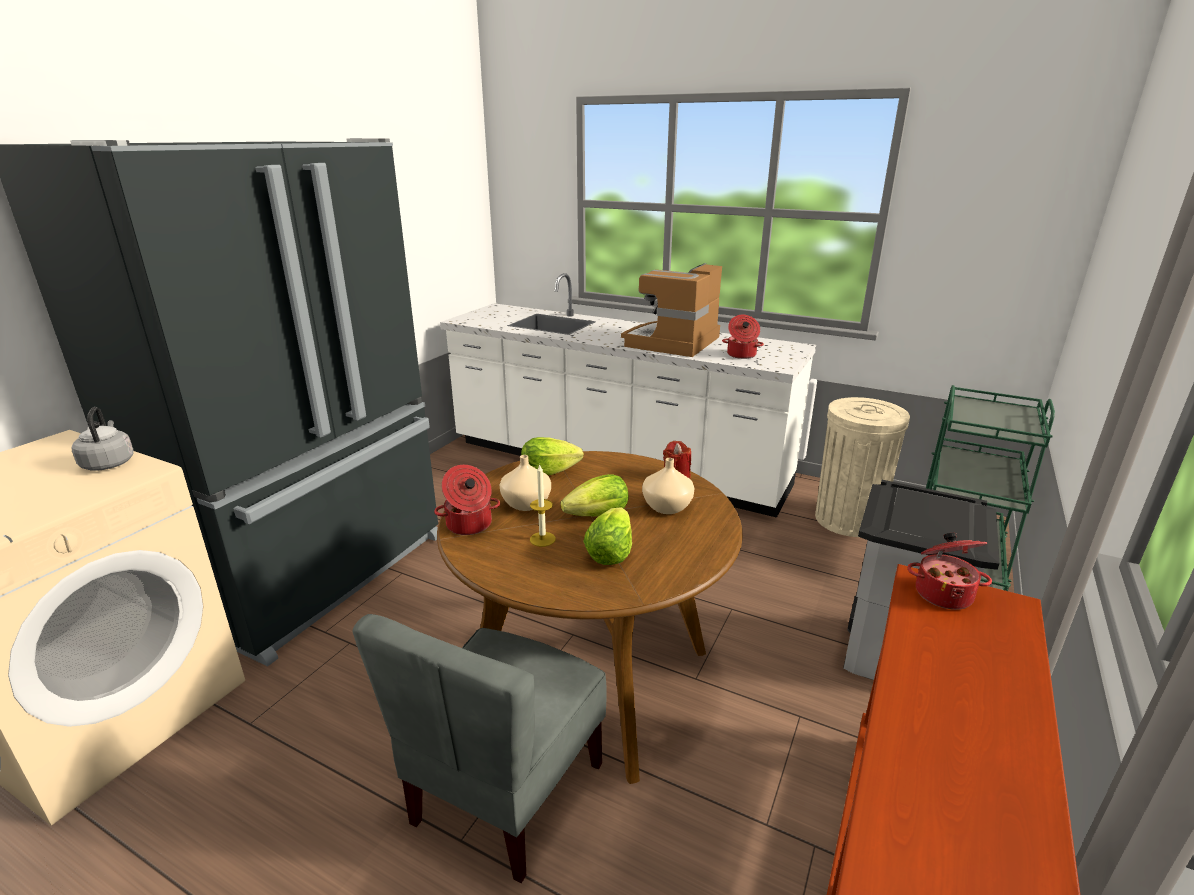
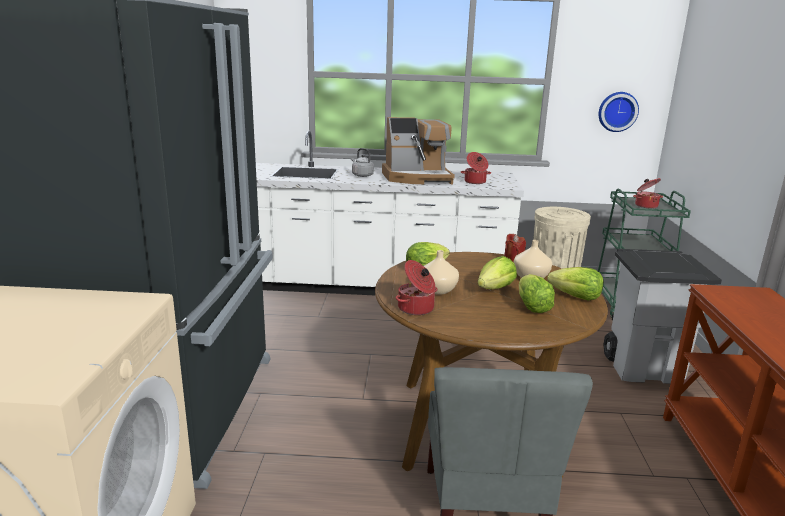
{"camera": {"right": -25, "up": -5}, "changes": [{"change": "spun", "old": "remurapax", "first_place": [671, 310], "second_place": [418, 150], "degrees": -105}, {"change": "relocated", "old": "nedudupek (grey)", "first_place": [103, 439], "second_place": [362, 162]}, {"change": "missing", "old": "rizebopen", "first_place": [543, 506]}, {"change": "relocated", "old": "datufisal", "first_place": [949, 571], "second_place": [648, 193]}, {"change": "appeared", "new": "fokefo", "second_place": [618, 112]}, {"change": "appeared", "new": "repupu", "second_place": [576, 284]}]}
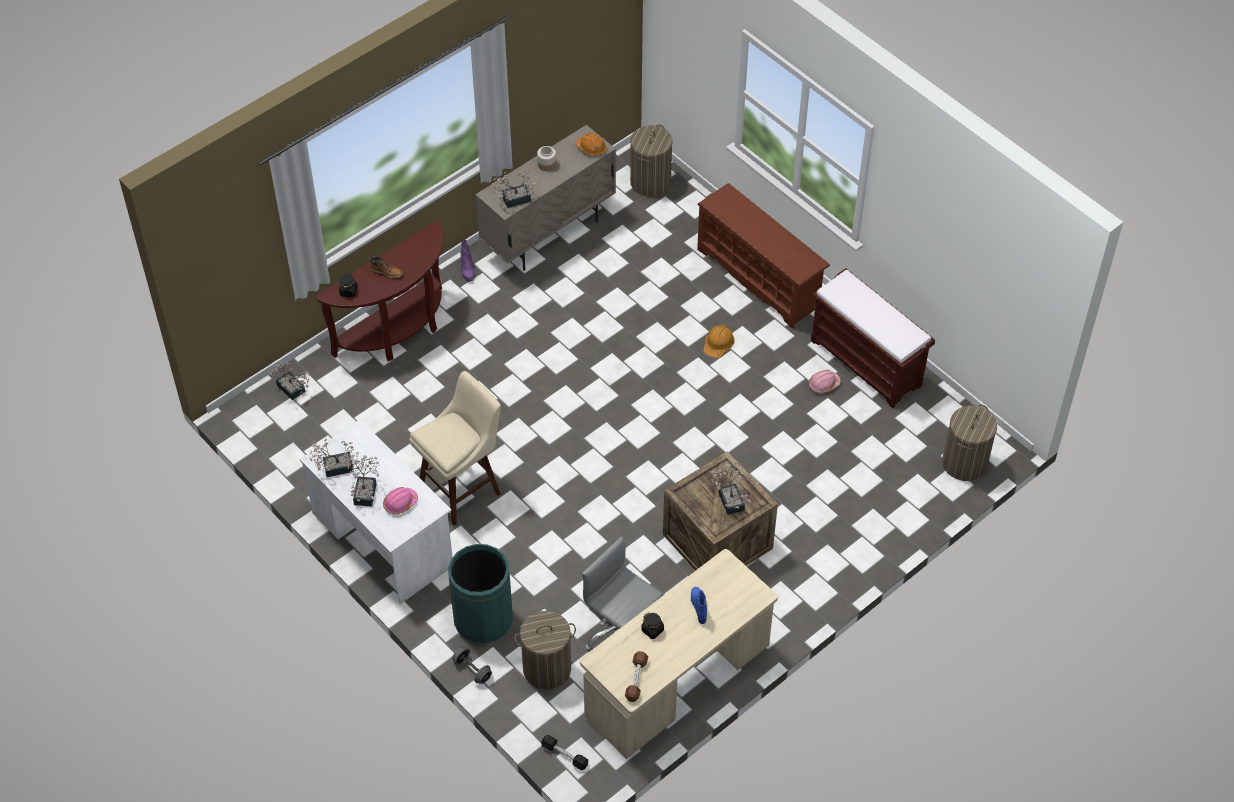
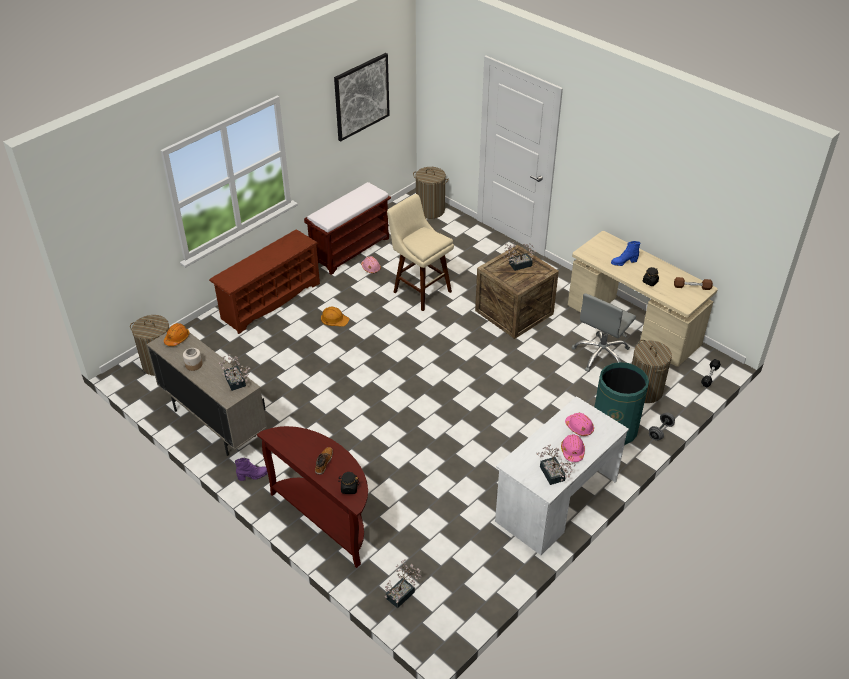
{"camera": {"right": -95, "up": -10}, "changes": [{"change": "relocated", "old": "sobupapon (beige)", "first_place": [455, 448], "second_place": [420, 252]}, {"change": "exchanged", "old": "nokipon", "new": "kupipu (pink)", "first_place": [363, 480], "second_place": [573, 448]}, {"change": "appeared", "new": "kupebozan", "second_place": [362, 97]}]}
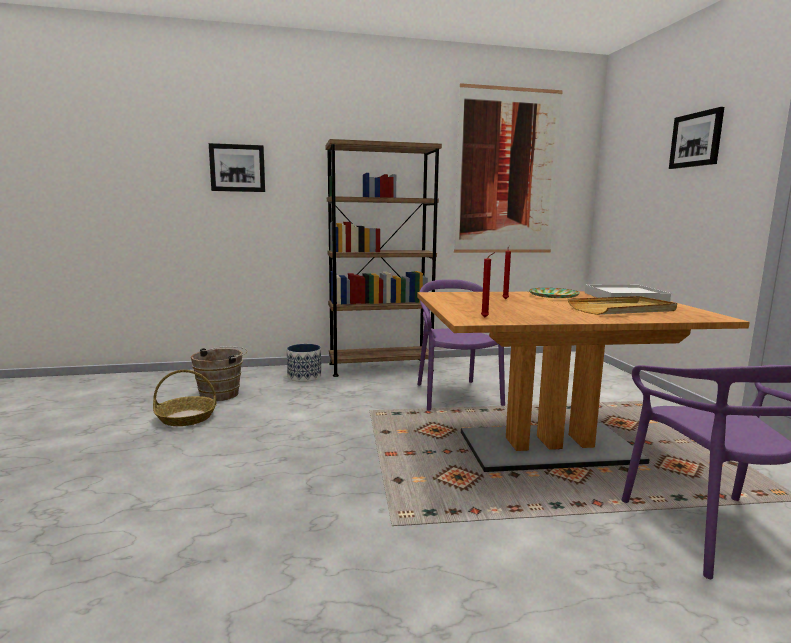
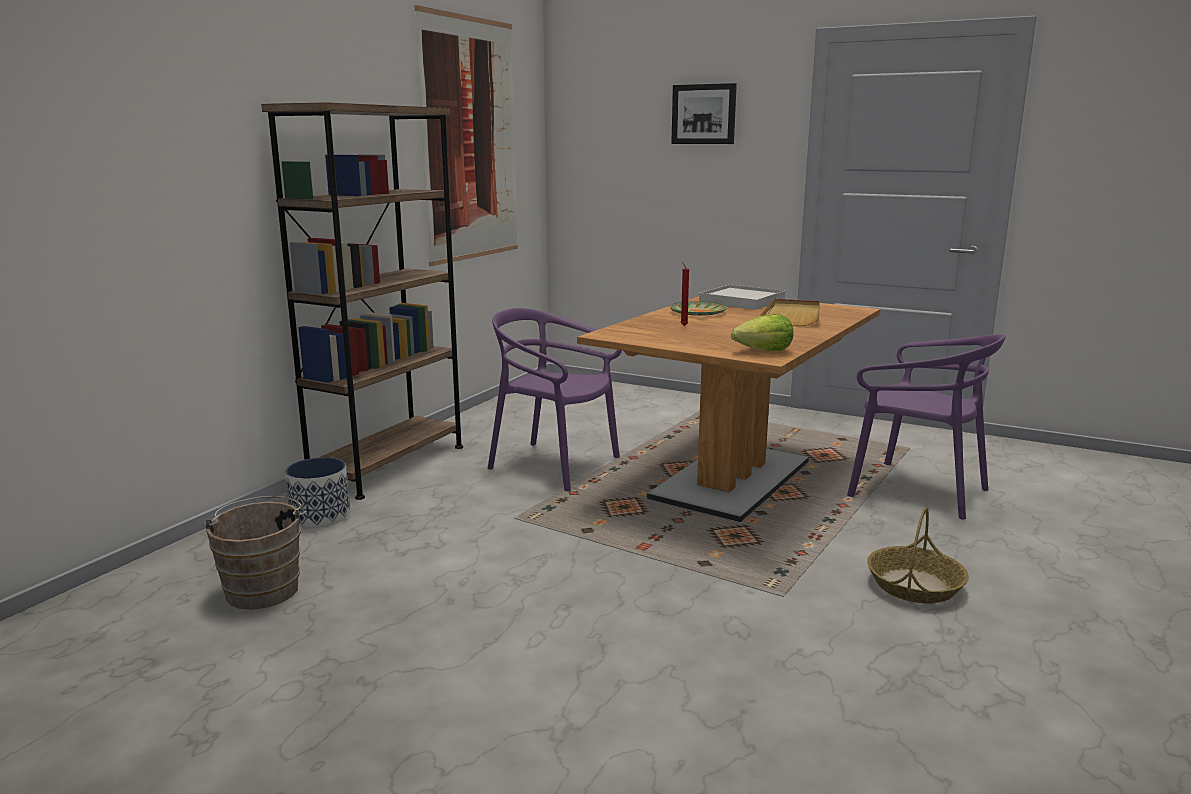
{"camera": {"right": -50, "up": 5}, "changes": [{"change": "missing", "old": "kupebozan", "first_place": [237, 167]}, {"change": "exchanged", "old": "rizebopen (red)", "new": "repupu", "first_place": [487, 285], "second_place": [762, 332]}, {"change": "relocated", "old": "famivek", "first_place": [185, 398], "second_place": [918, 555]}]}
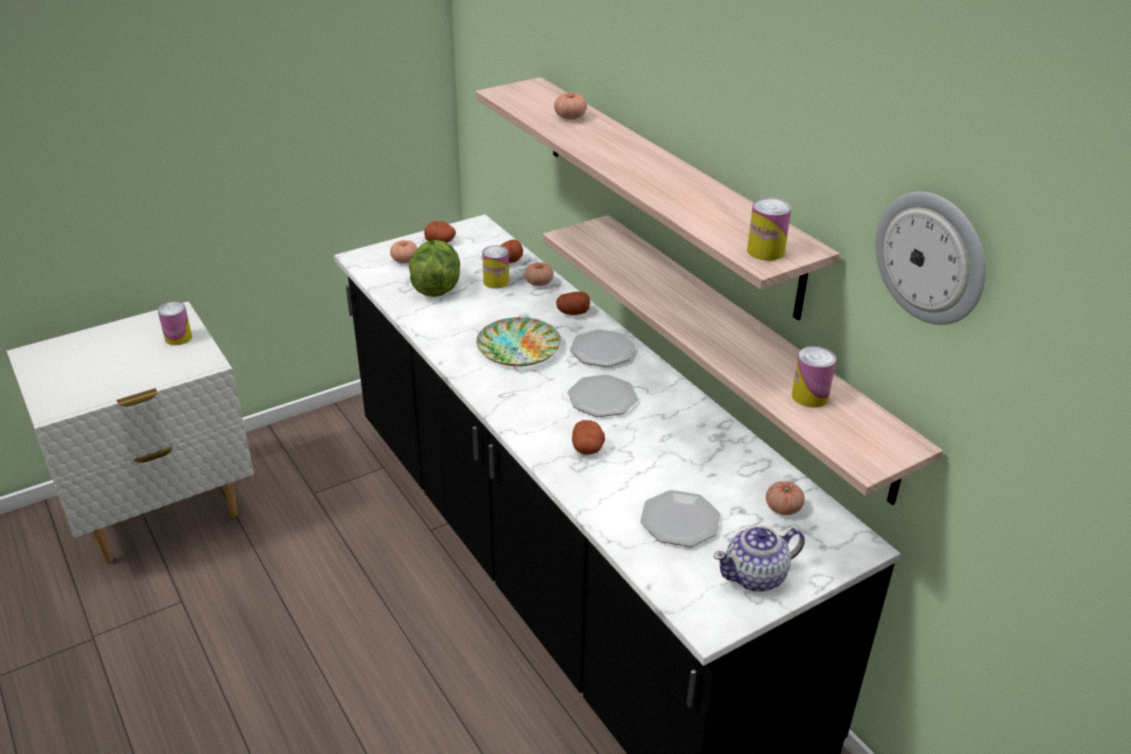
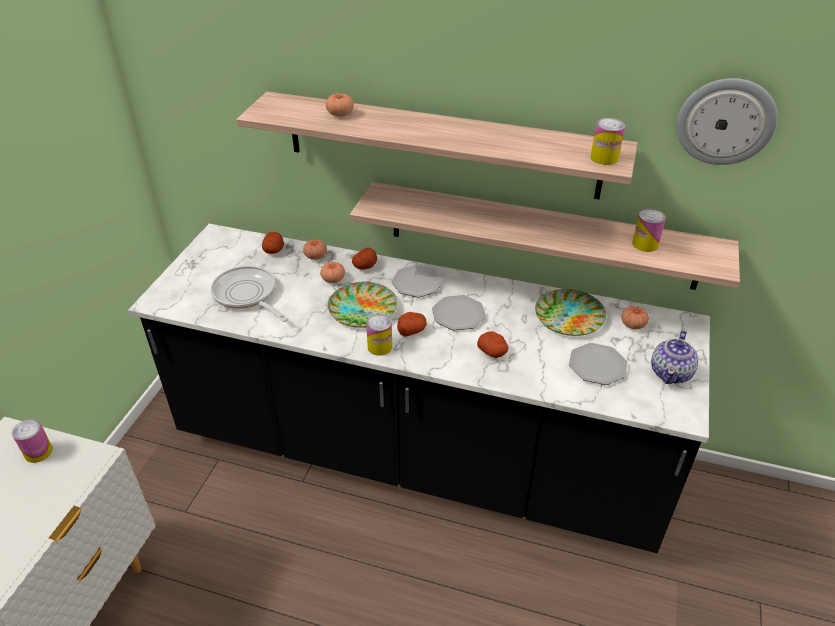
{"camera": {"right": -40, "up": 5}, "changes": [{"change": "relocated", "old": "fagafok", "first_place": [440, 232], "second_place": [411, 324]}, {"change": "relocated", "old": "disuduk", "first_place": [404, 251], "second_place": [332, 272]}, {"change": "exchanged", "old": "repupu", "new": "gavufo", "first_place": [434, 268], "second_place": [249, 294]}, {"change": "relocated", "old": "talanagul", "first_place": [495, 267], "second_place": [379, 335]}, {"change": "appeared", "new": "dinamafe", "second_place": [570, 312]}]}
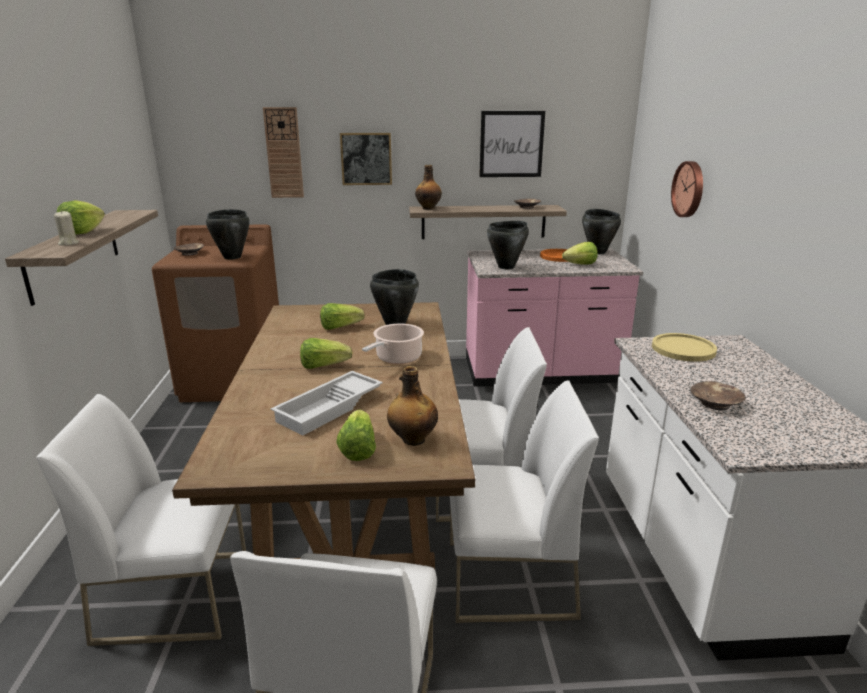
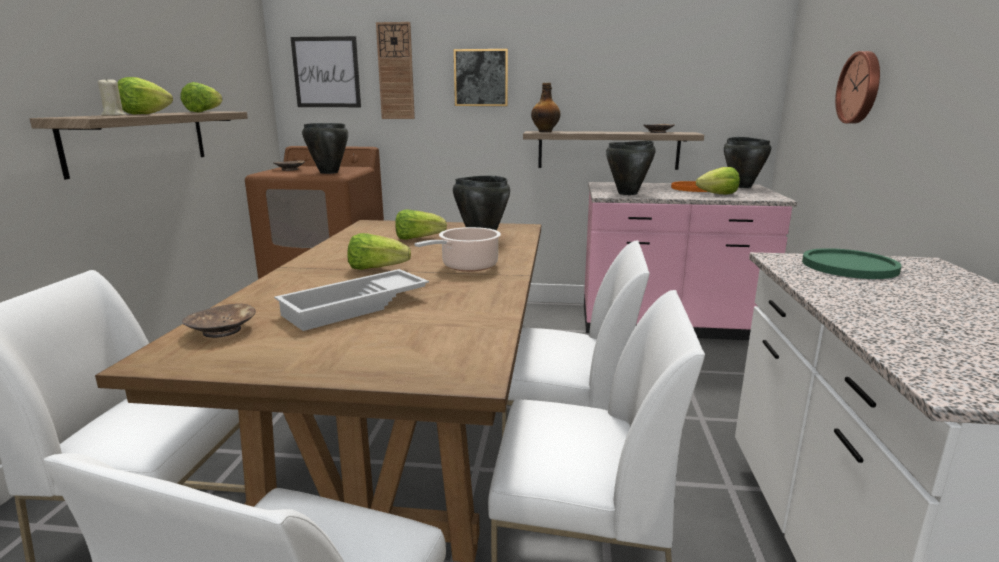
{"camera": {"right": 10, "up": -5}, "changes": [{"change": "relocated", "old": "kupebozan", "first_place": [512, 144], "second_place": [326, 71]}, {"change": "colour", "old": "dinamafe (yellow)", "new": "dinamafe (green)", "first_place": [684, 347], "second_place": [852, 263]}, {"change": "missing", "old": "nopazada", "first_place": [412, 406]}, {"change": "relocated", "old": "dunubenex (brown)", "first_place": [718, 395], "second_place": [219, 321]}, {"change": "relocated", "old": "repupu", "first_place": [356, 435], "second_place": [202, 97]}]}
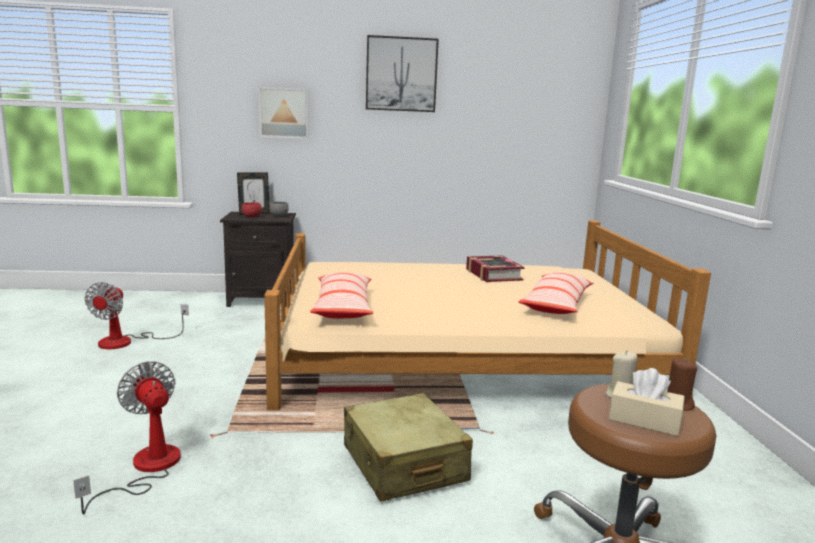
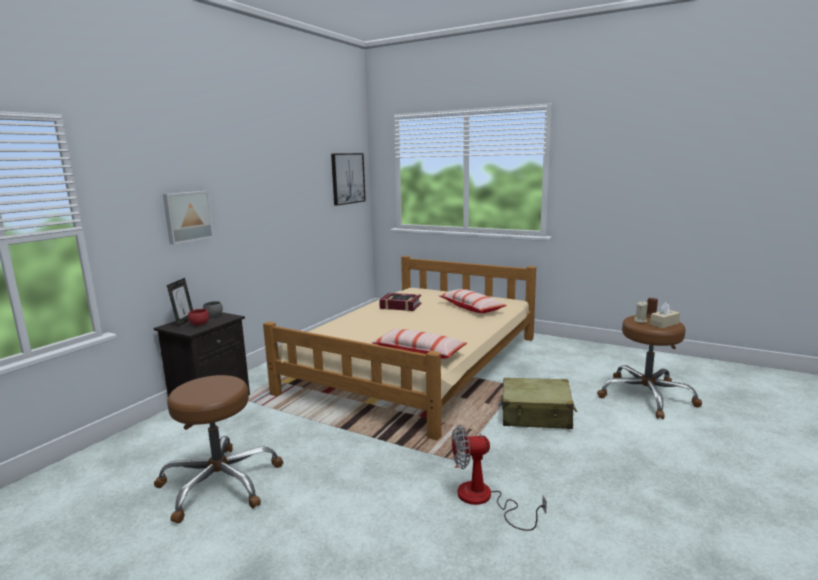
{"camera": {"right": -55, "up": 0}, "changes": [{"change": "relocated", "old": "kupebozan", "first_place": [402, 73], "second_place": [348, 179]}, {"change": "exchanged", "old": "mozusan", "new": "sobupapon (brown)", "first_place": [137, 315], "second_place": [218, 449]}]}
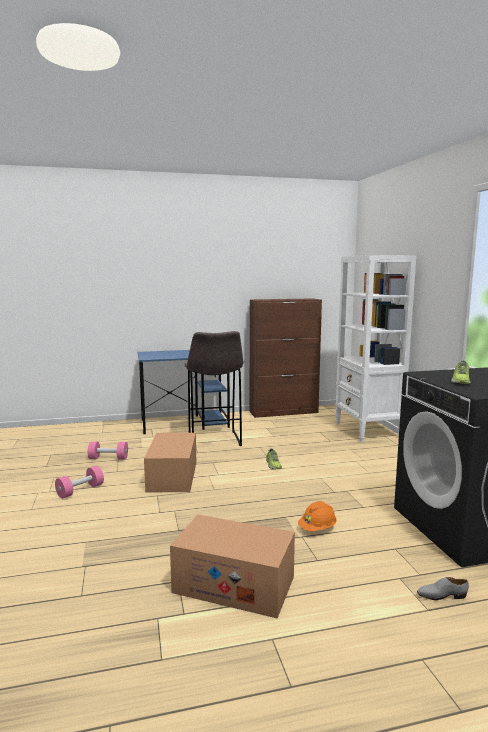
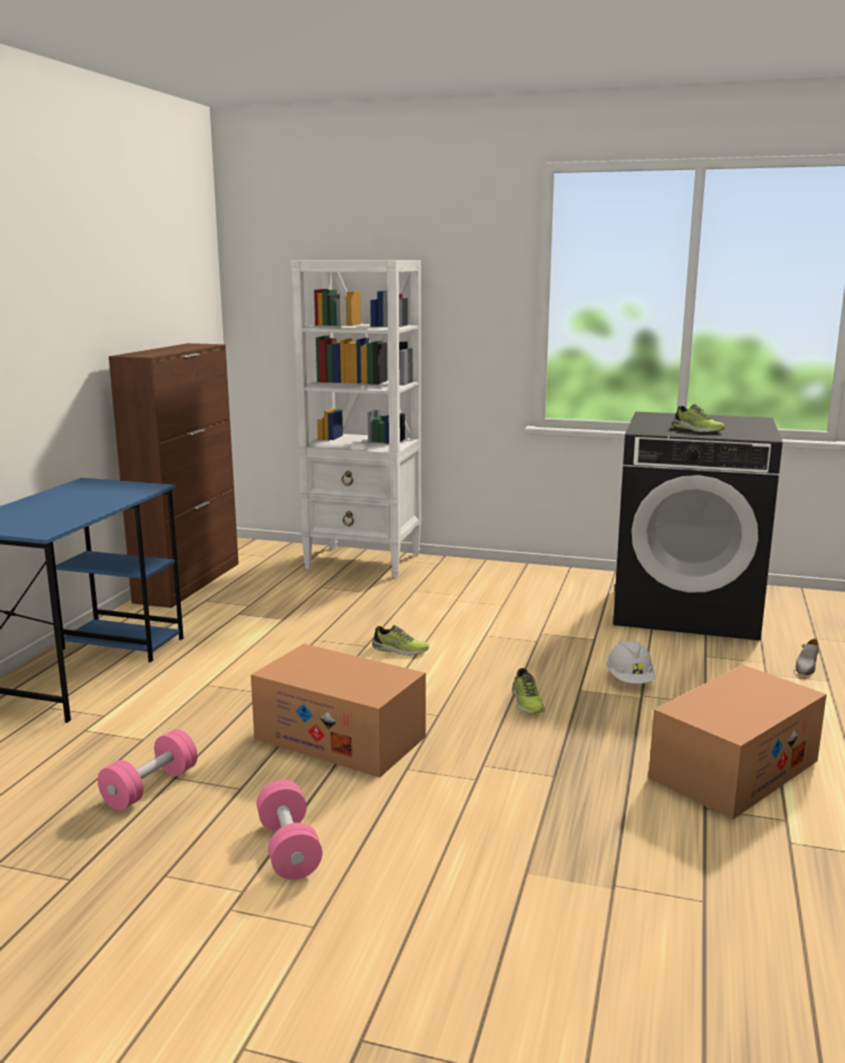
{"camera": {"right": -60, "up": 5}, "changes": [{"change": "missing", "old": "sobupapon (grey)", "first_place": [214, 388]}, {"change": "colour", "old": "kupipu (orange)", "new": "kupipu (white)", "first_place": [317, 516], "second_place": [630, 662]}, {"change": "appeared", "new": "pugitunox", "second_place": [528, 690]}]}
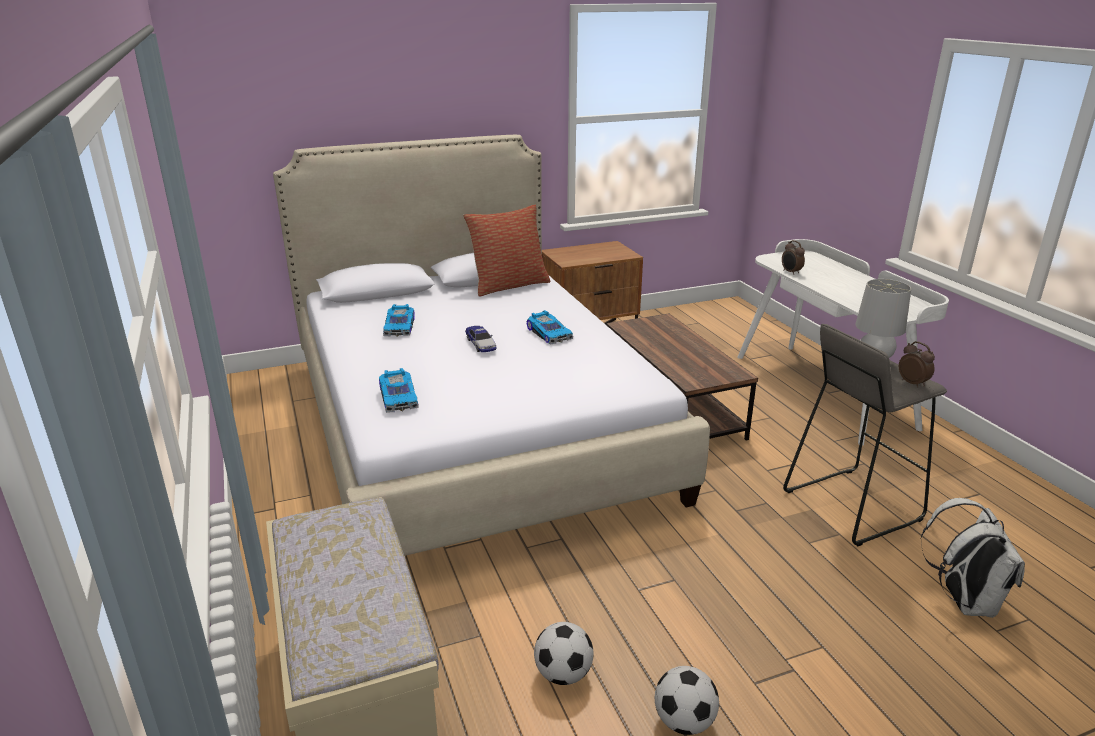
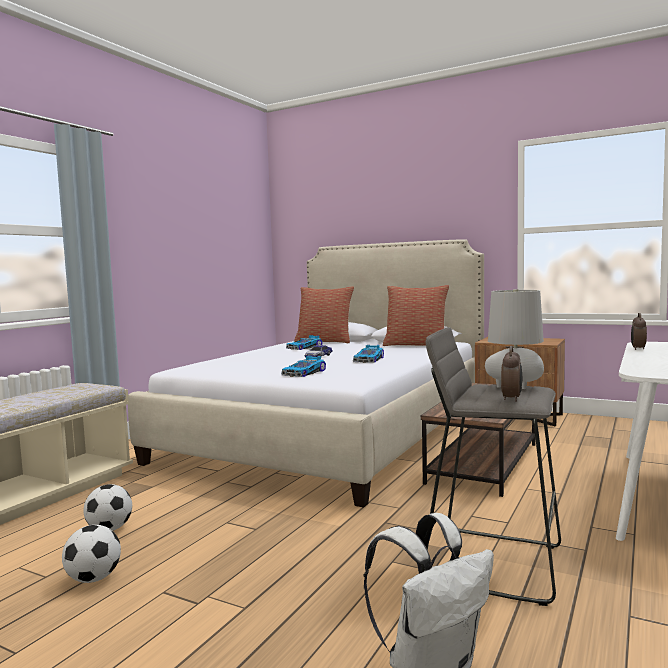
{"camera": {"right": 50, "up": -20}, "changes": [{"change": "relocated", "old": "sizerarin", "first_place": [399, 390], "second_place": [303, 366]}, {"change": "appeared", "new": "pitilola", "second_place": [324, 314]}]}
